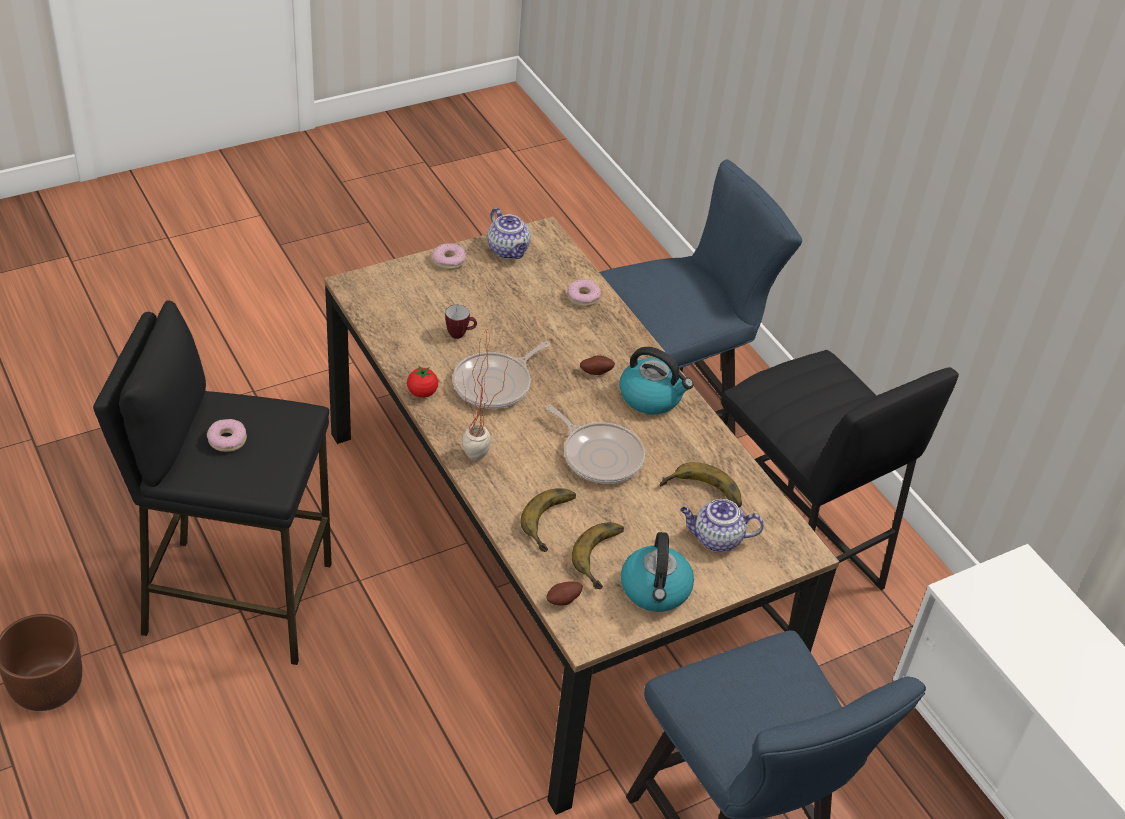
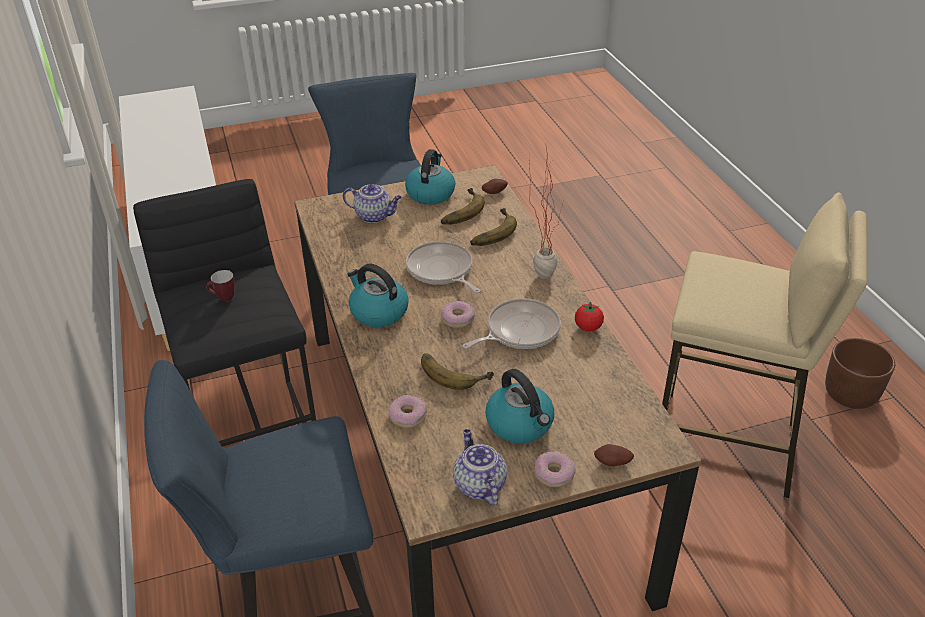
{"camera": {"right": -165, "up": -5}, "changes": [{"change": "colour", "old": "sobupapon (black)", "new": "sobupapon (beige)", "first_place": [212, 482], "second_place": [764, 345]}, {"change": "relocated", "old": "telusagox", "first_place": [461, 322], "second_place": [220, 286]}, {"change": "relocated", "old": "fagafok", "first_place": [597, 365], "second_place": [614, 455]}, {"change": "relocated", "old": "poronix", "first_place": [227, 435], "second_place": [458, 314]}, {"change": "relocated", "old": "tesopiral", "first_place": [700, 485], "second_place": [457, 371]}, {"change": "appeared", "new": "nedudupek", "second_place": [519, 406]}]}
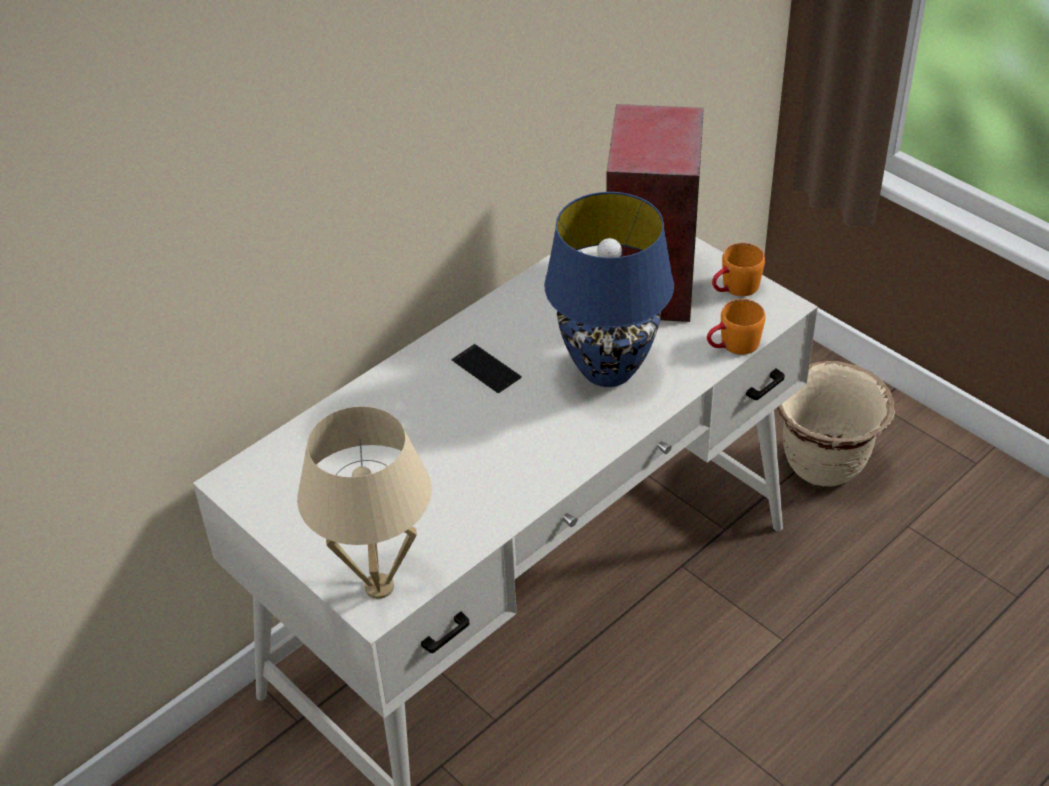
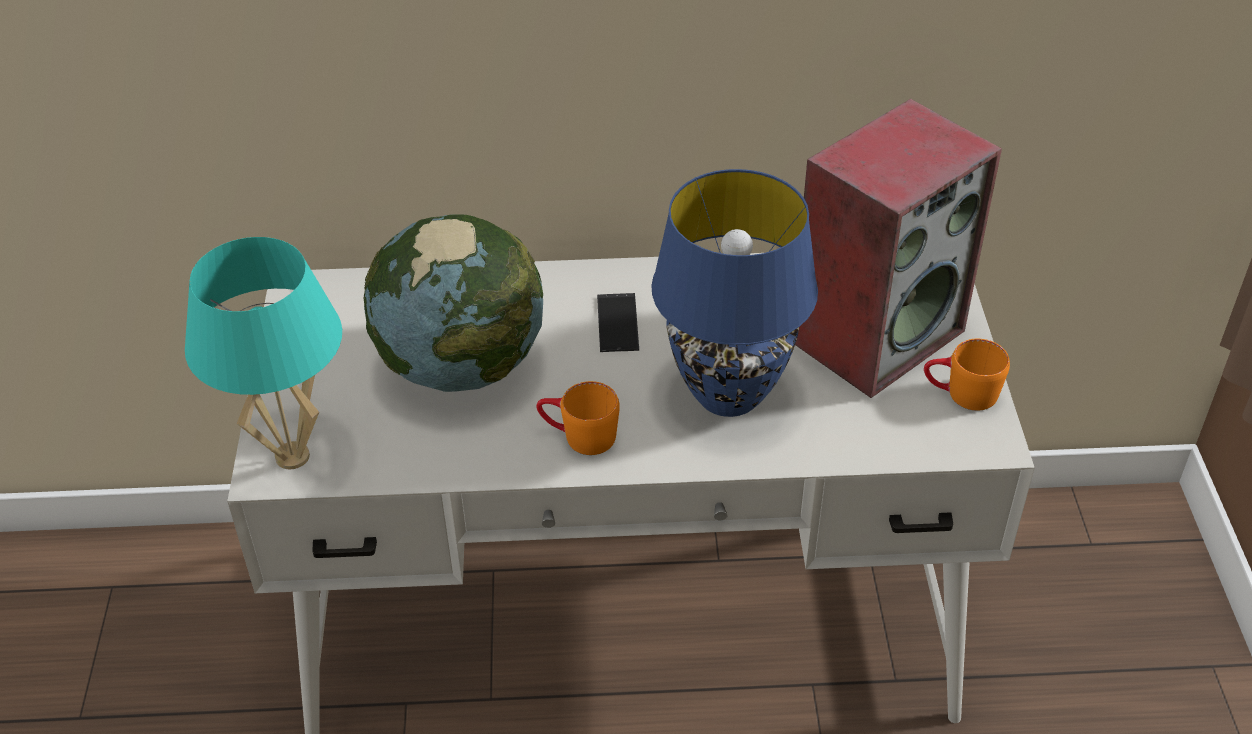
{"camera": {"right": 40, "up": 0}, "changes": [{"change": "relocated", "old": "telusagox (orange)", "first_place": [736, 327], "second_place": [578, 418]}, {"change": "missing", "old": "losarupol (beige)", "first_place": [836, 424]}, {"change": "colour", "old": "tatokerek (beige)", "new": "tatokerek (turquoise)", "first_place": [364, 502], "second_place": [263, 353]}, {"change": "appeared", "new": "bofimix", "second_place": [453, 303]}]}
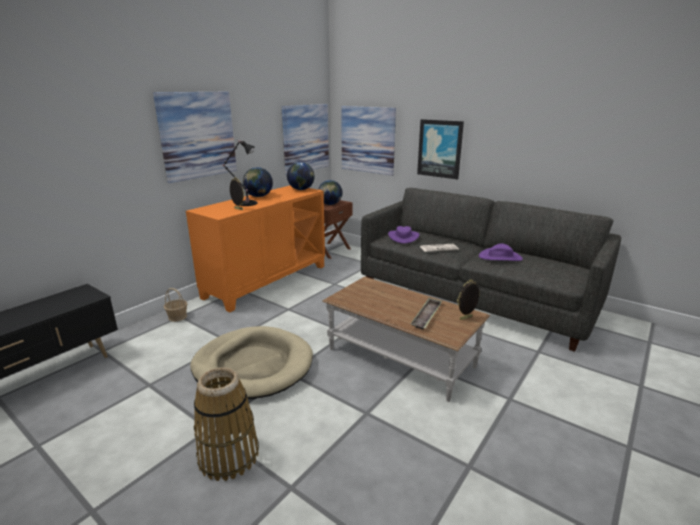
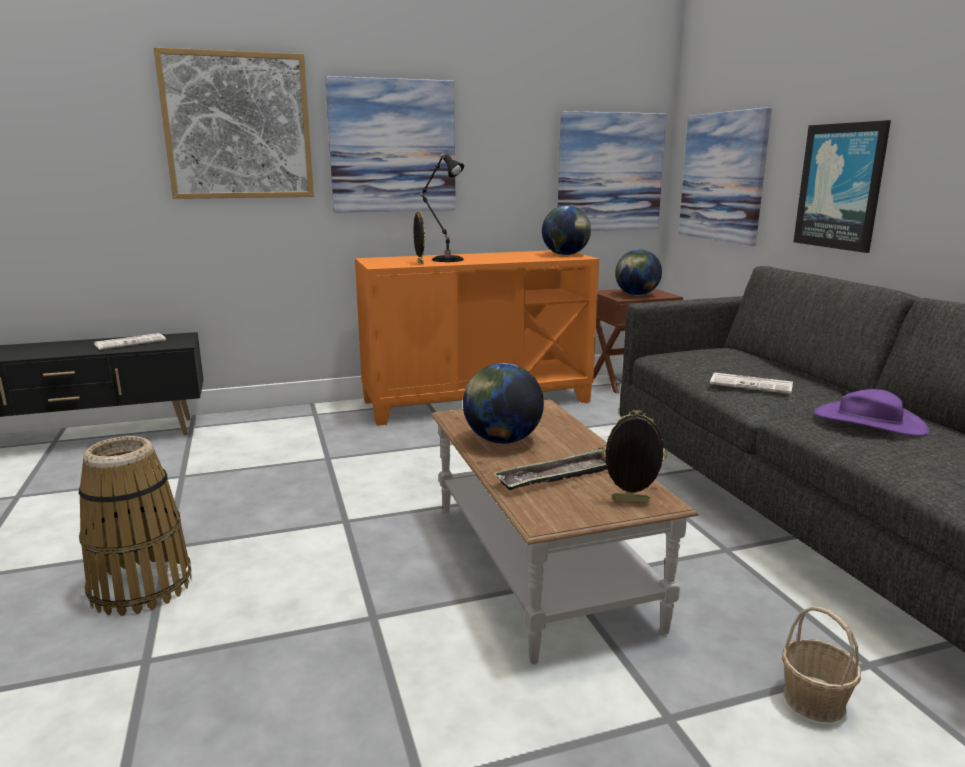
{"camera": {"right": 35, "up": -5}, "changes": [{"change": "relocated", "old": "bofimix", "first_place": [258, 182], "second_place": [503, 403]}, {"change": "missing", "old": "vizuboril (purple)", "first_place": [403, 235]}, {"change": "relocated", "old": "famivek", "first_place": [175, 305], "second_place": [821, 664]}, {"change": "missing", "old": "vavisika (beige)", "first_place": [251, 362]}, {"change": "appeared", "new": "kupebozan", "second_place": [233, 123]}, {"change": "appeared", "new": "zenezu", "second_place": [130, 341]}]}
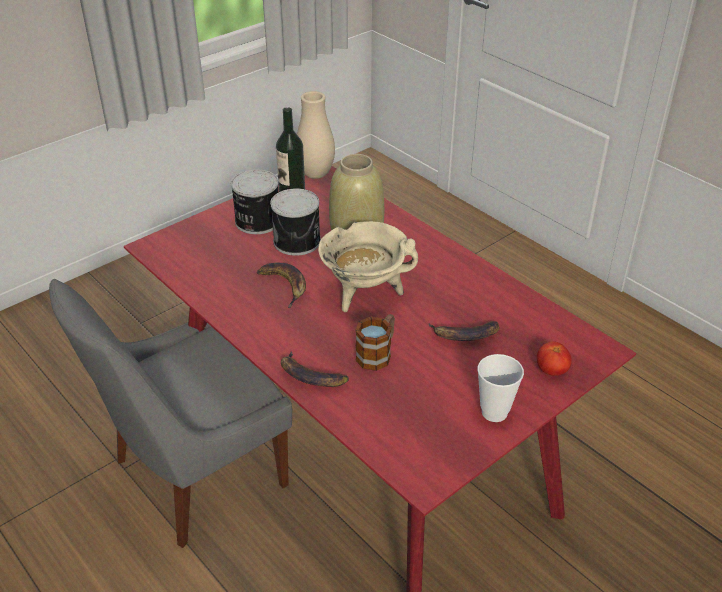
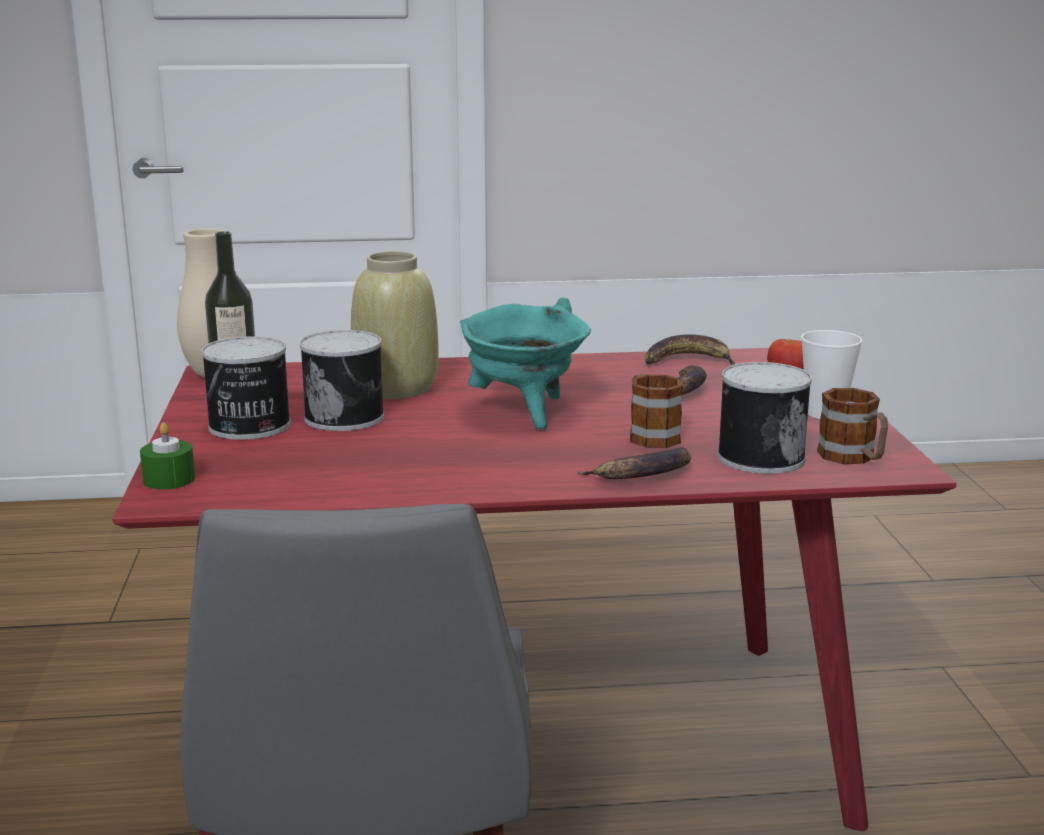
{"camera": {"right": -55, "up": -20}, "changes": [{"change": "colour", "old": "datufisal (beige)", "new": "datufisal (turquoise)", "first_place": [368, 266], "second_place": [525, 363]}, {"change": "relocated", "old": "tesopiral", "first_place": [281, 285], "second_place": [690, 349]}, {"change": "appeared", "new": "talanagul", "second_place": [764, 418]}, {"change": "appeared", "new": "telusagox", "second_place": [852, 426]}, {"change": "appeared", "new": "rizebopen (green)", "second_place": [167, 456]}]}
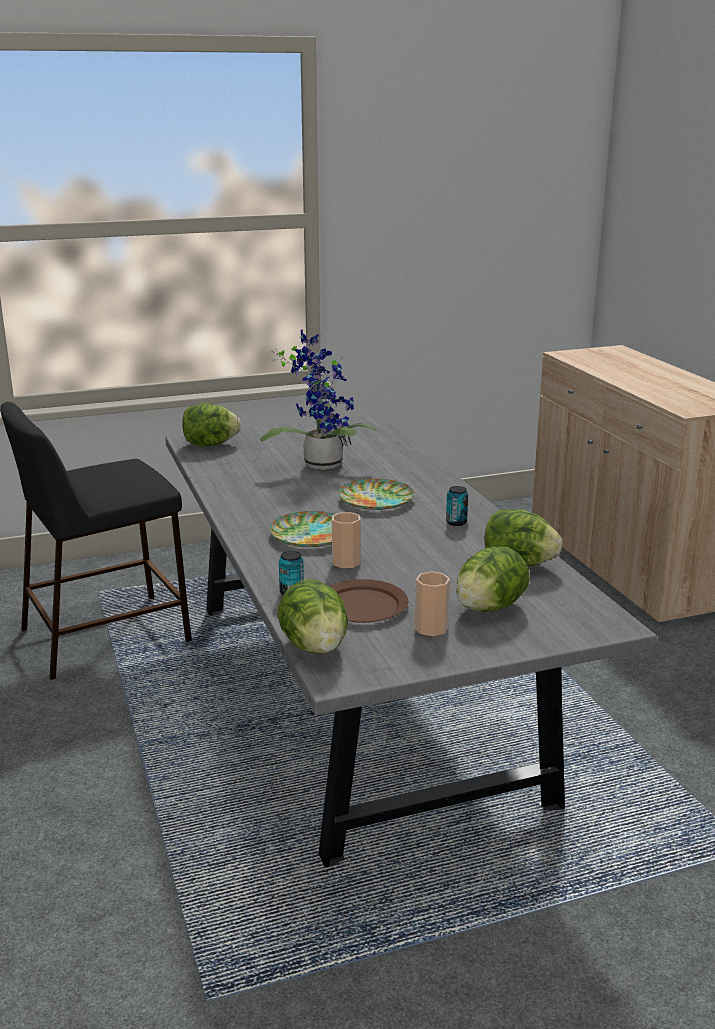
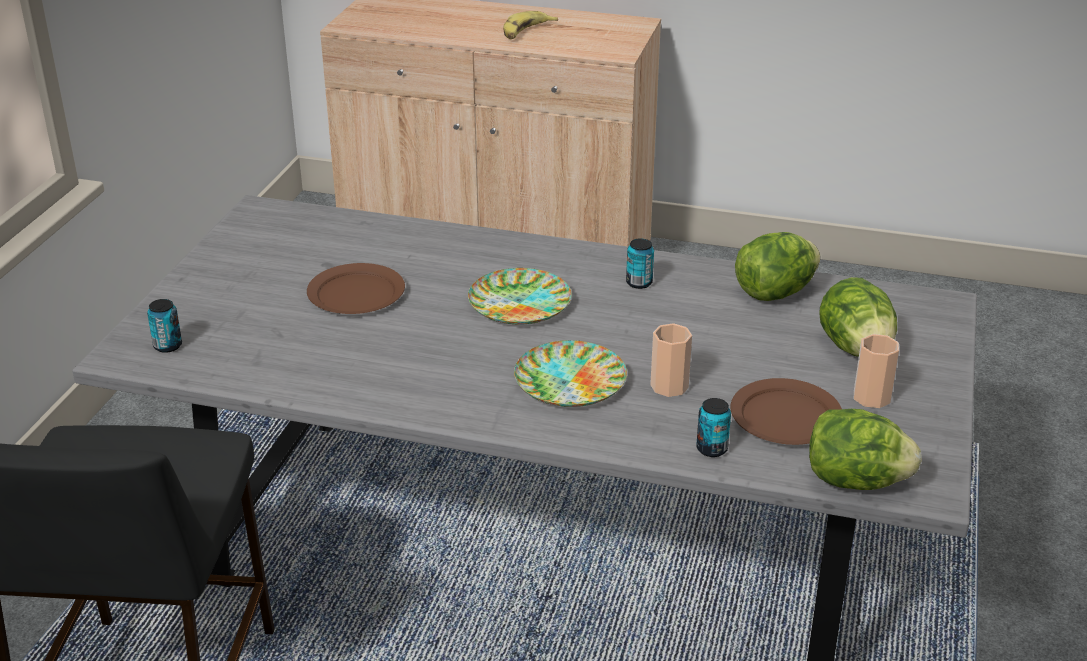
{"camera": {"right": -55, "up": 10}, "changes": [{"change": "exchanged", "old": "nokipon", "new": "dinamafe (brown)", "first_place": [318, 399], "second_place": [356, 288]}, {"change": "exchanged", "old": "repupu", "new": "talanagul", "first_place": [211, 424], "second_place": [164, 326]}, {"change": "appeared", "new": "tesopiral", "second_place": [530, 25]}]}
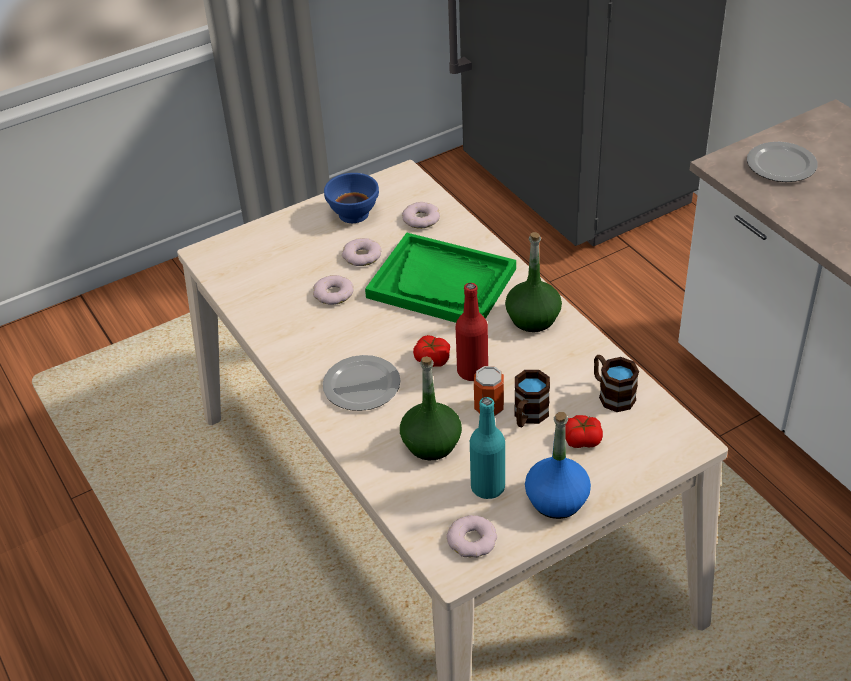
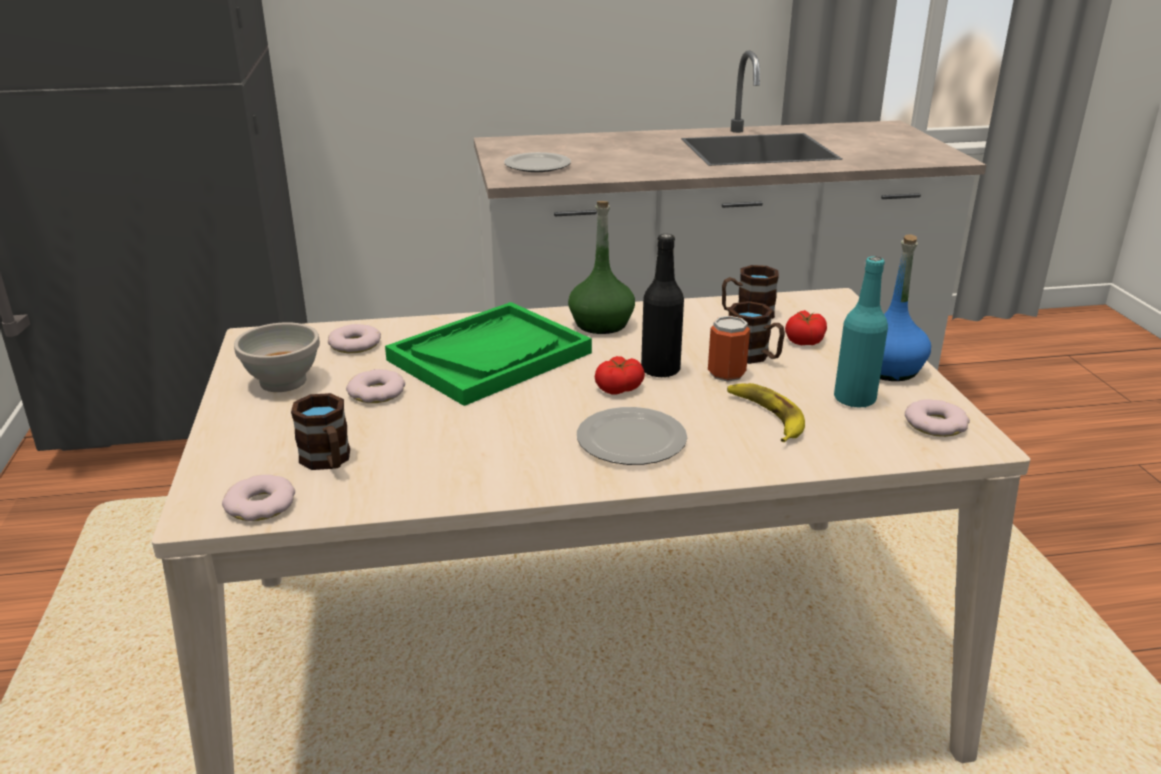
{"camera": {"right": -70, "up": -15}, "changes": [{"change": "colour", "old": "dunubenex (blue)", "new": "dunubenex (white)", "first_place": [351, 198], "second_place": [277, 357]}, {"change": "relocated", "old": "poronix", "first_place": [333, 290], "second_place": [258, 498]}, {"change": "colour", "old": "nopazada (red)", "new": "nopazada (black)", "first_place": [472, 332], "second_place": [662, 306]}, {"change": "exchanged", "old": "nopazada (green)", "new": "tesopiral", "first_place": [431, 408], "second_place": [766, 412]}, {"change": "appeared", "new": "telusagox (brown)", "second_place": [320, 431]}]}
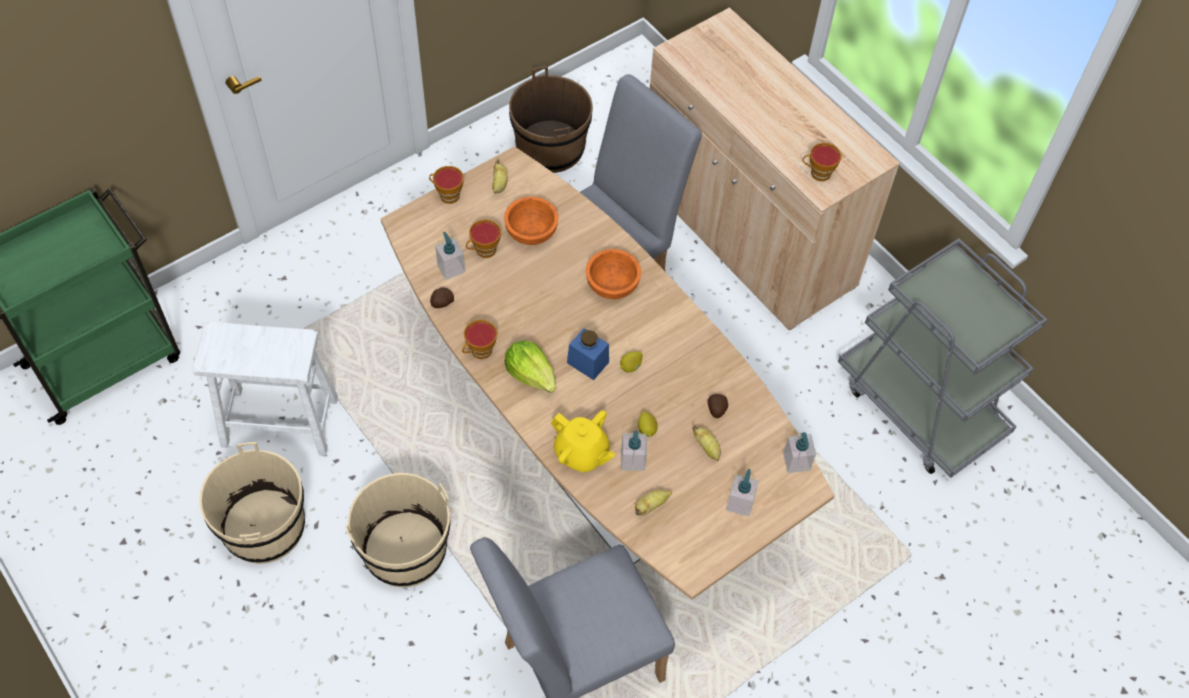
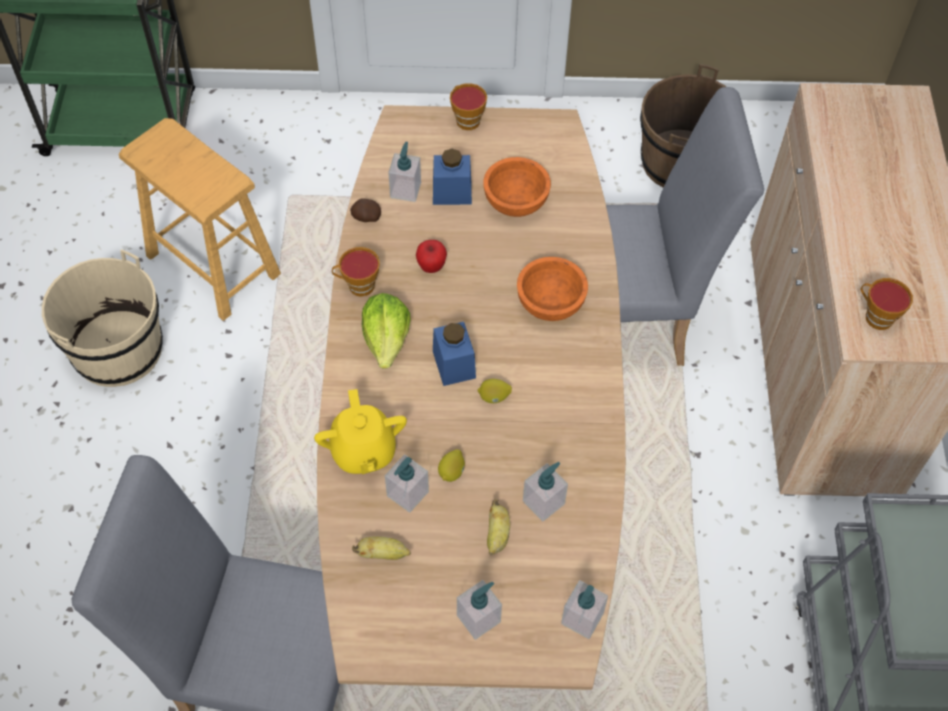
{"camera": {"right": 40, "up": 0}, "changes": [{"change": "missing", "old": "tesopiral", "first_place": [500, 177]}, {"change": "exchanged", "old": "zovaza", "new": "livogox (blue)", "first_place": [483, 238], "second_place": [452, 177]}, {"change": "colour", "old": "sobupapon (white)", "new": "sobupapon (brown)", "first_place": [265, 388], "second_place": [200, 219]}, {"change": "exchanged", "old": "fagafok", "new": "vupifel", "first_place": [718, 406], "second_place": [545, 491]}, {"change": "missing", "old": "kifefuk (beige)", "first_place": [397, 530]}, {"change": "appeared", "new": "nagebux", "second_place": [431, 256]}]}
